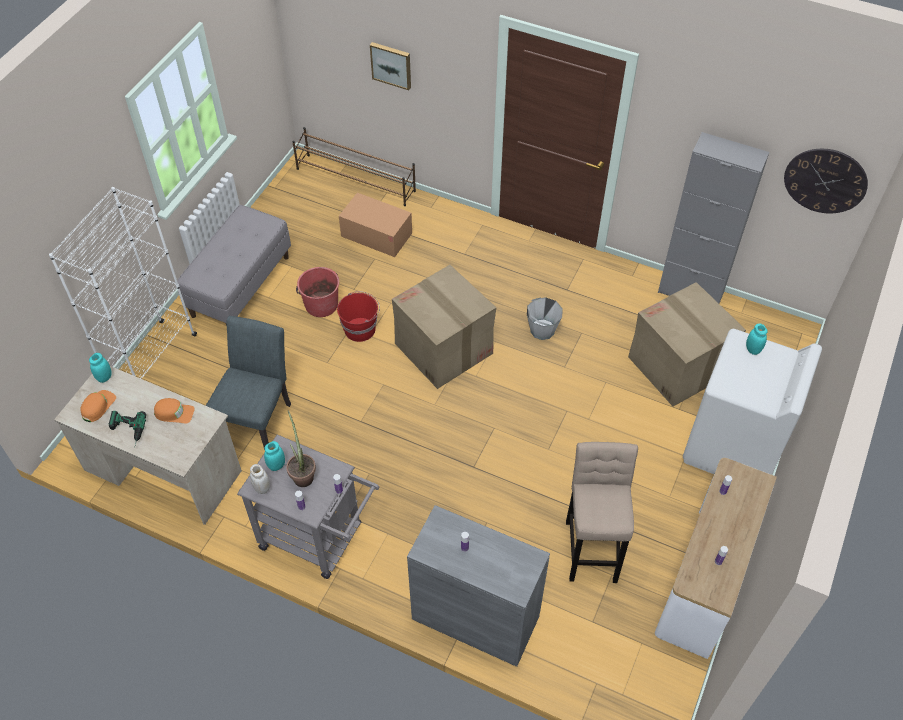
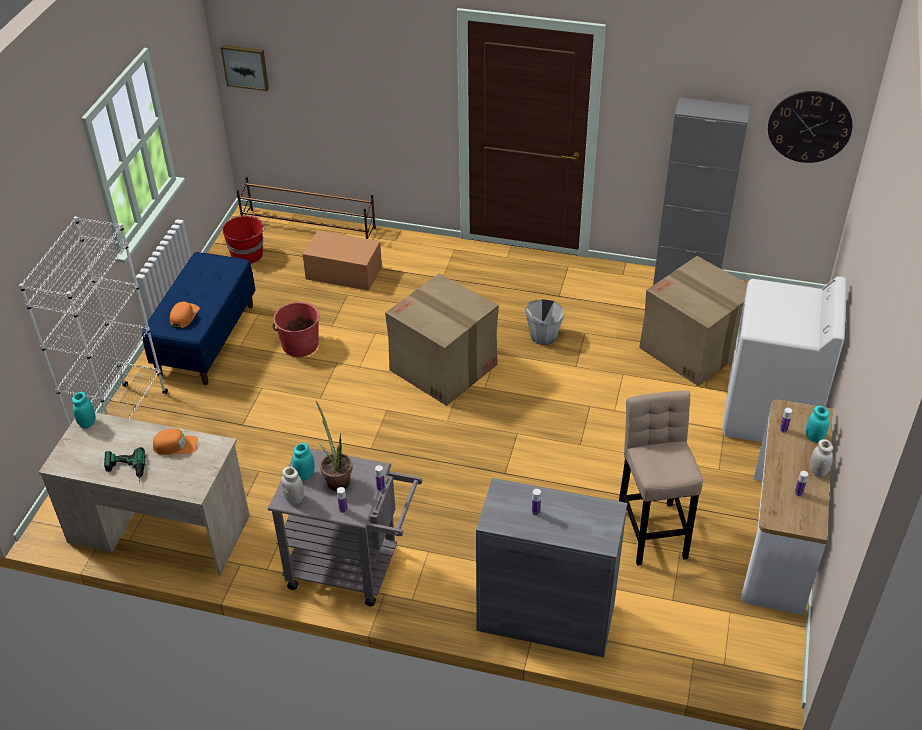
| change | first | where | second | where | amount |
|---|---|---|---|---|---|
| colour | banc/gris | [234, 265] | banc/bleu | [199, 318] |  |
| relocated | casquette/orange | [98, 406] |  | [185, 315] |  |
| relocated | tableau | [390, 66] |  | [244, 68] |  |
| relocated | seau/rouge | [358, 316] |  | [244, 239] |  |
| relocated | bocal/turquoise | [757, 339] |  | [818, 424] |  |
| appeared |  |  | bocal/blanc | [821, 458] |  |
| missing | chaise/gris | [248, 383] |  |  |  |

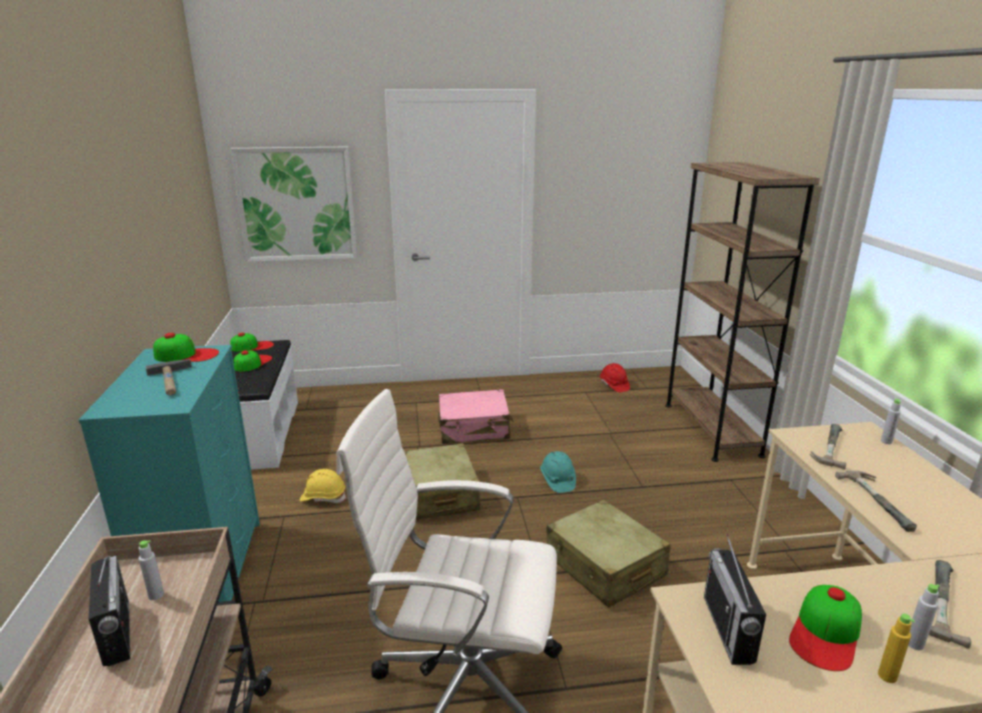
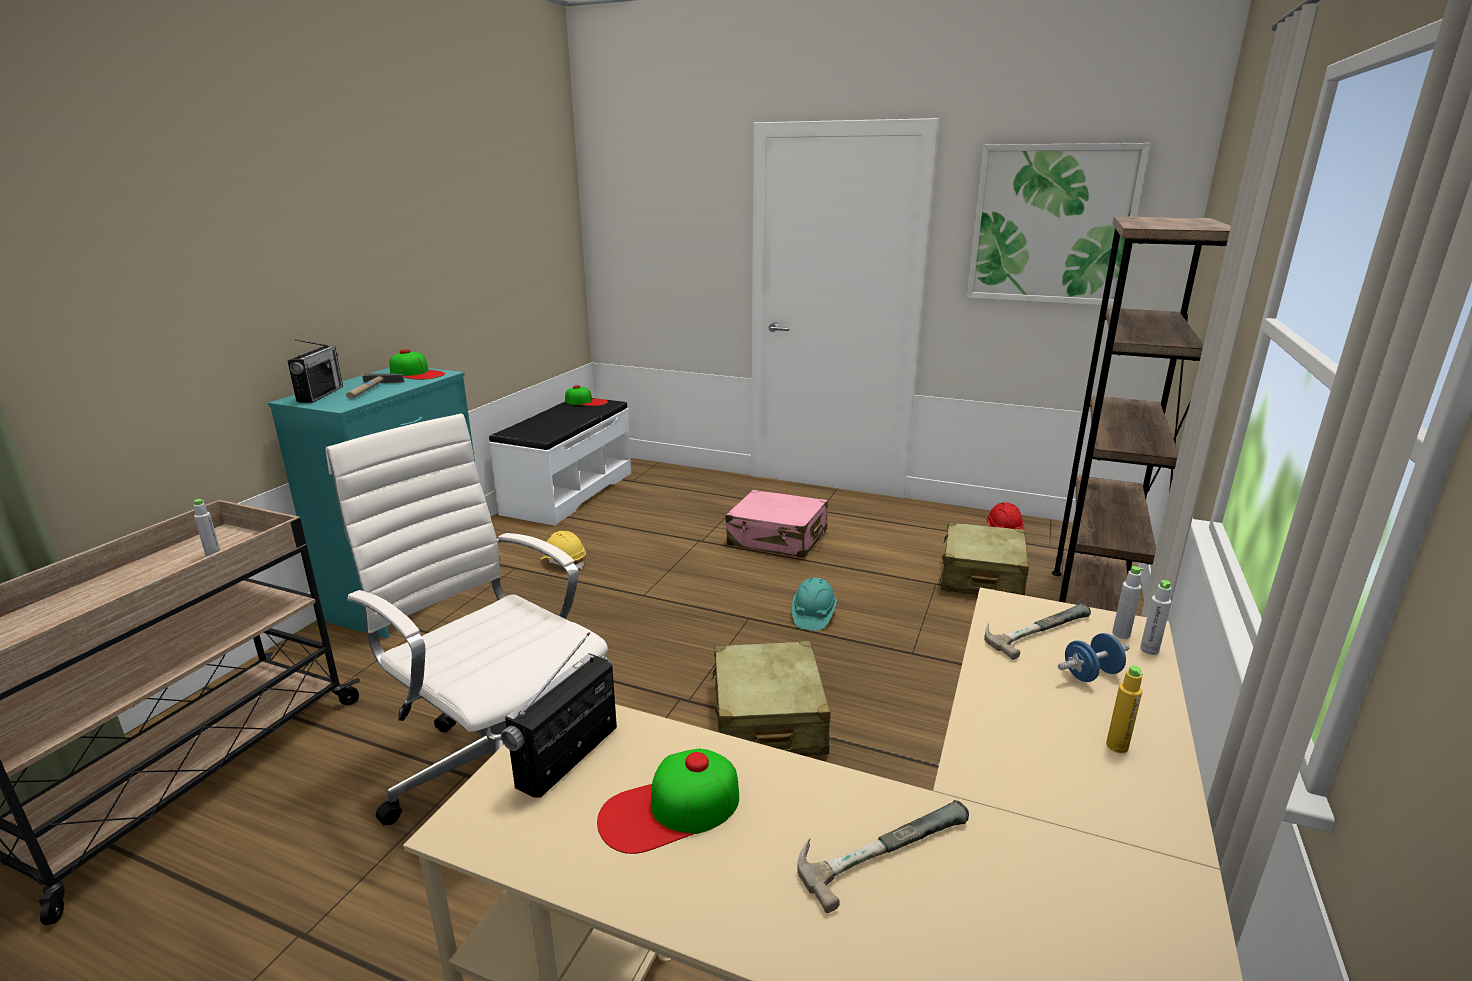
| change | first | where | second | where | amount |
|---|---|---|---|---|---|
| relocated | radio | [109, 610] |  | [315, 371] |  |
| relocated | valise/beige | [442, 481] |  | [985, 558] |  |
| relocated | tableau | [293, 204] |  | [1058, 224] |  |
| appeared |  |  | haltère/bleu | [1094, 657] |  |
| relocated | bouteille/jaune | [896, 648] |  | [1124, 709] |  |
| relocated | bouteille/gris | [924, 617] |  | [1128, 602] |  |
| missing | casquette | [253, 361] |  |  |  |
| missing | marteau | [876, 501] |  |  |  |

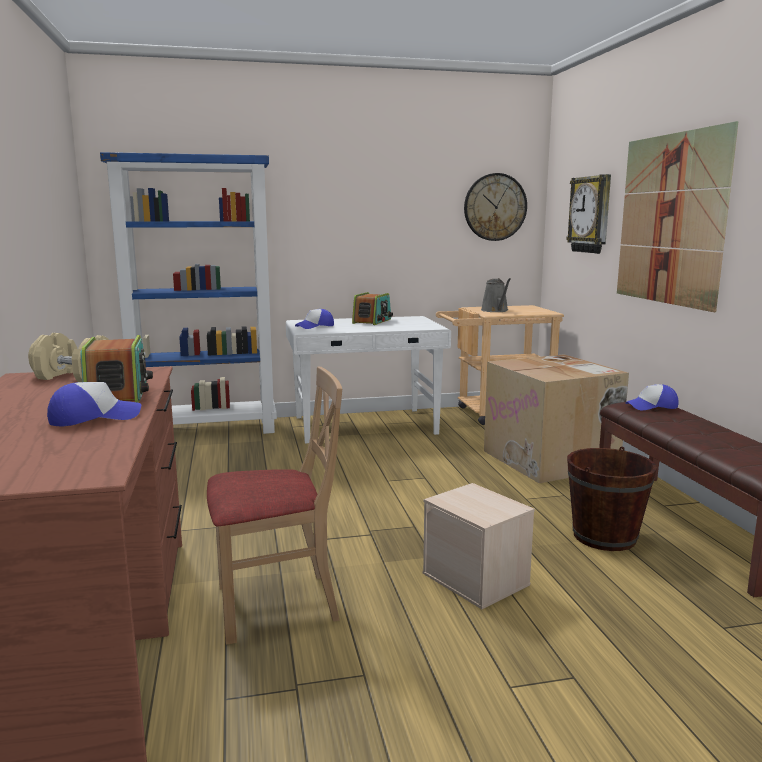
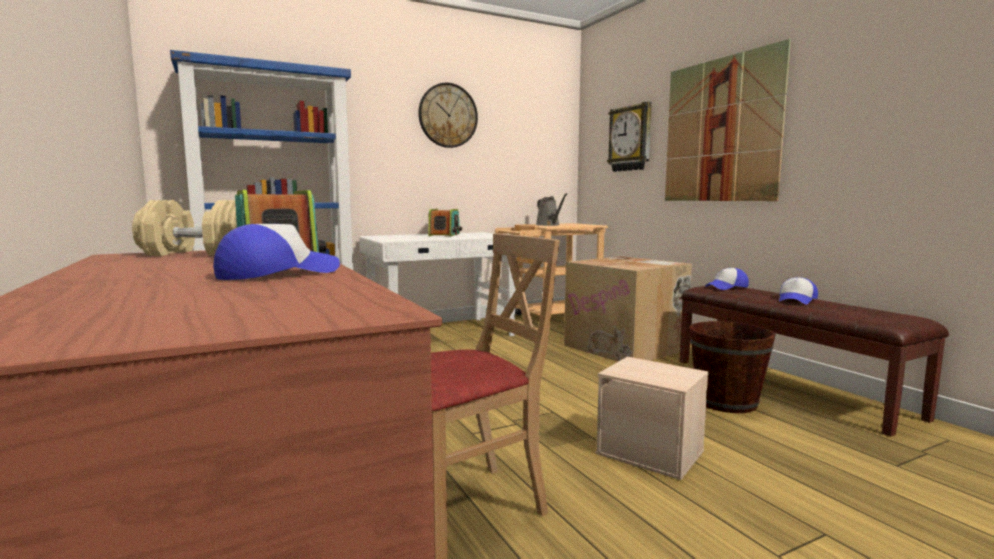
| change | first | where | second | where | amount |
|---|---|---|---|---|---|
| relocated | horloge murale | [495, 207] |  | [448, 115] |  |
| relocated | casquette | [314, 319] |  | [798, 291] |  |

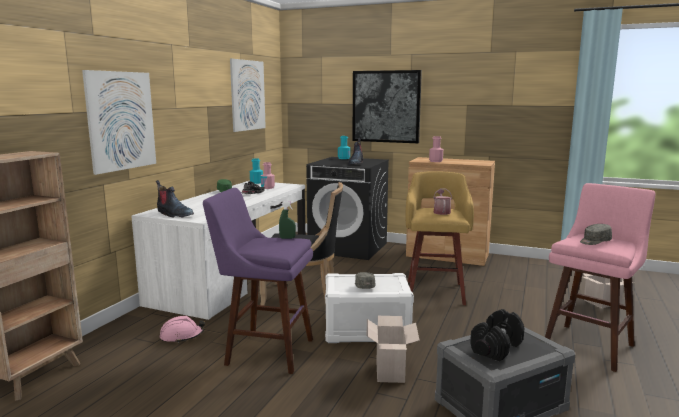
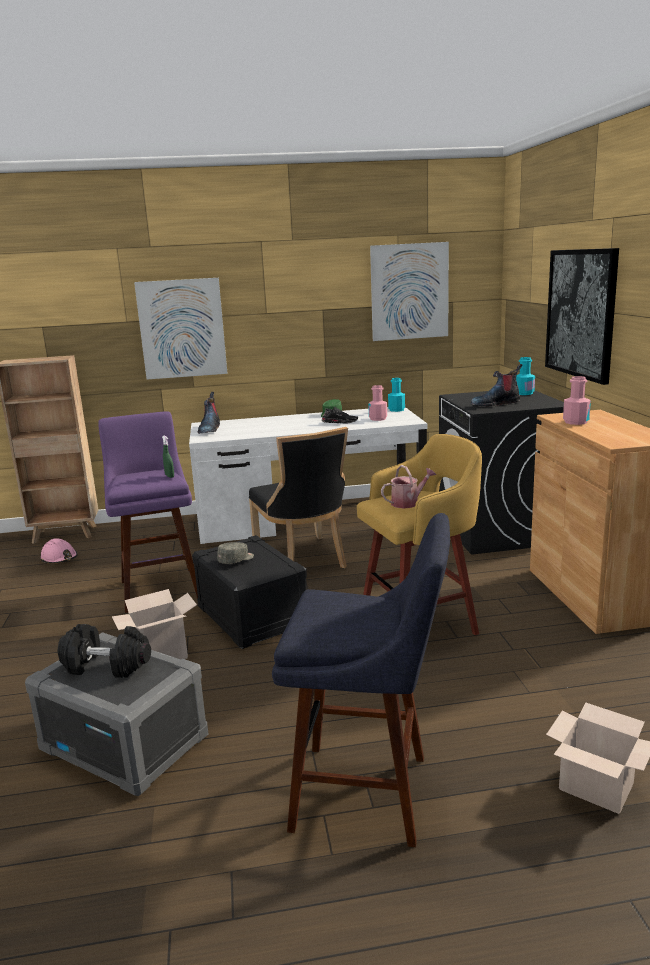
| change | first | where | second | where | amount |
|---|---|---|---|---|---|
| relocated | casque de chantier/rose | [182, 329] |  | [59, 551] |  |
| colour | boîte de rangement/blanc | [369, 308] | boîte de rangement/noir | [249, 592] |  |
| colour | tabouret/rose | [600, 277] | tabouret/bleu | [361, 680] |  |
| missing | casquette/gris | [596, 234] |  |  |  |

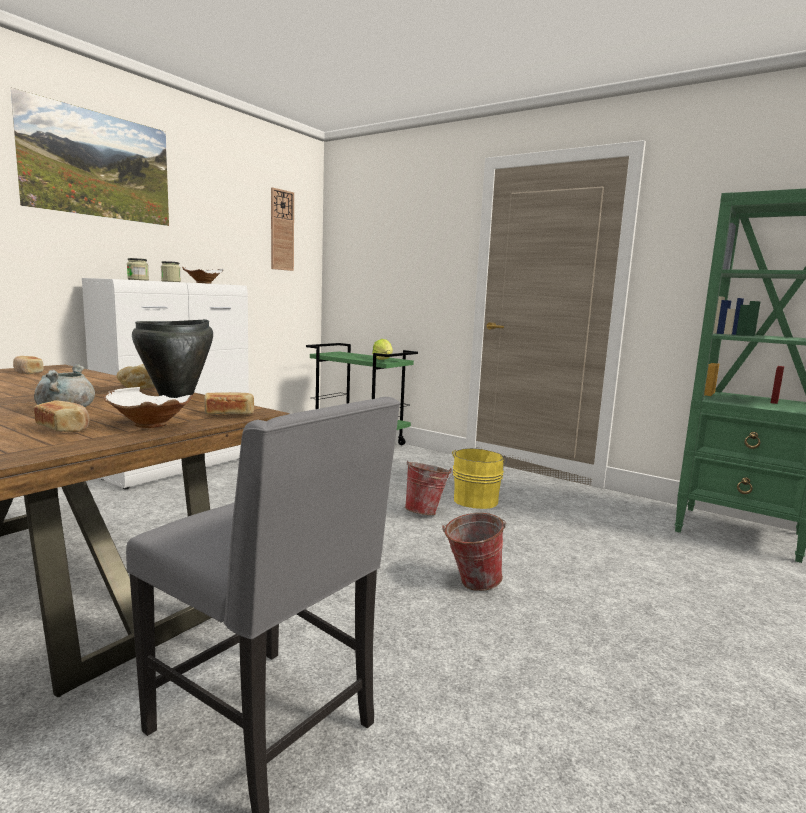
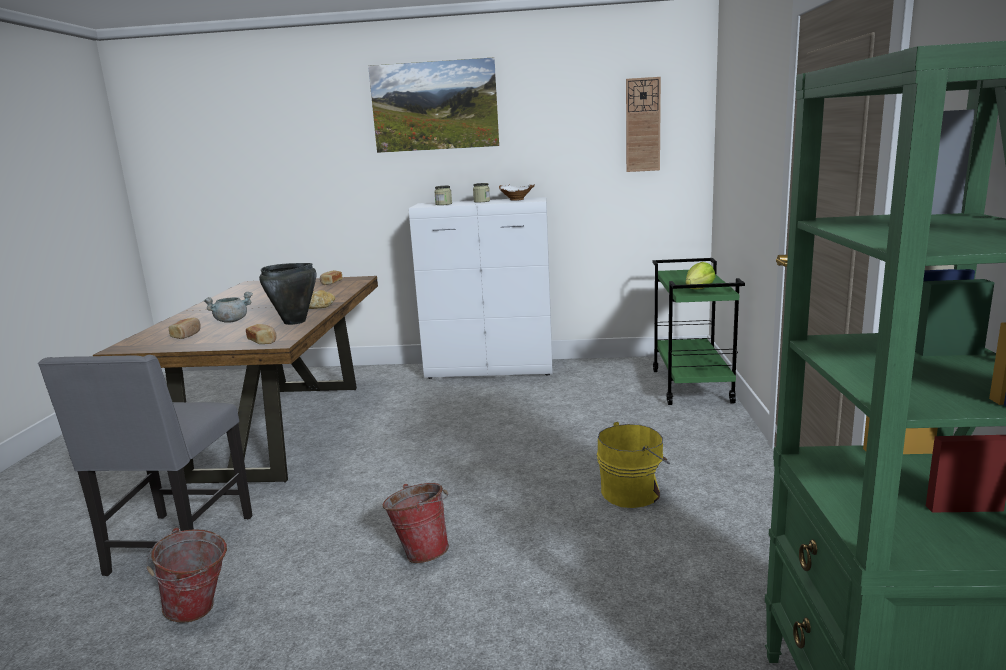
| change | first | where | second | where | amount |
|---|---|---|---|---|---|
| relocated | seau | [429, 488] |  | [186, 575] |  |
| missing | bol/blanc | [148, 407] |  |  |  |

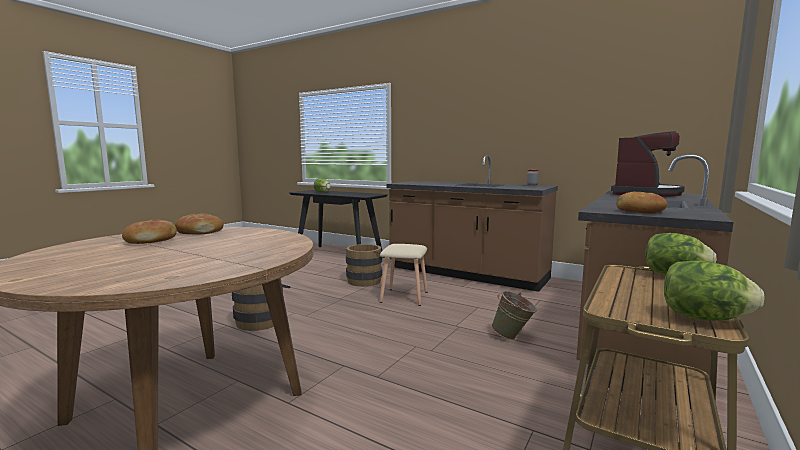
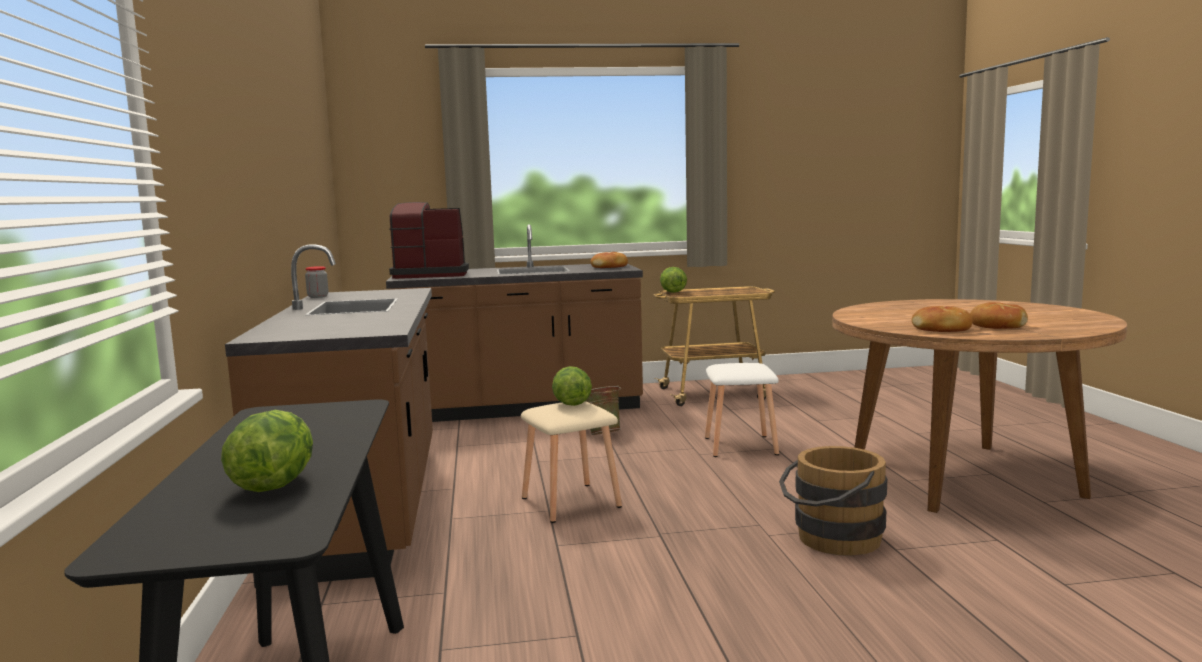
| change | first | where | second | where | amount |
|---|---|---|---|---|---|
| relocated | laitue | [714, 290] |  | [572, 386] |  |
| appeared |  |  | tabouret/blanc | [742, 410] |  |
| missing | seau/marron | [365, 265] |  |  |  |

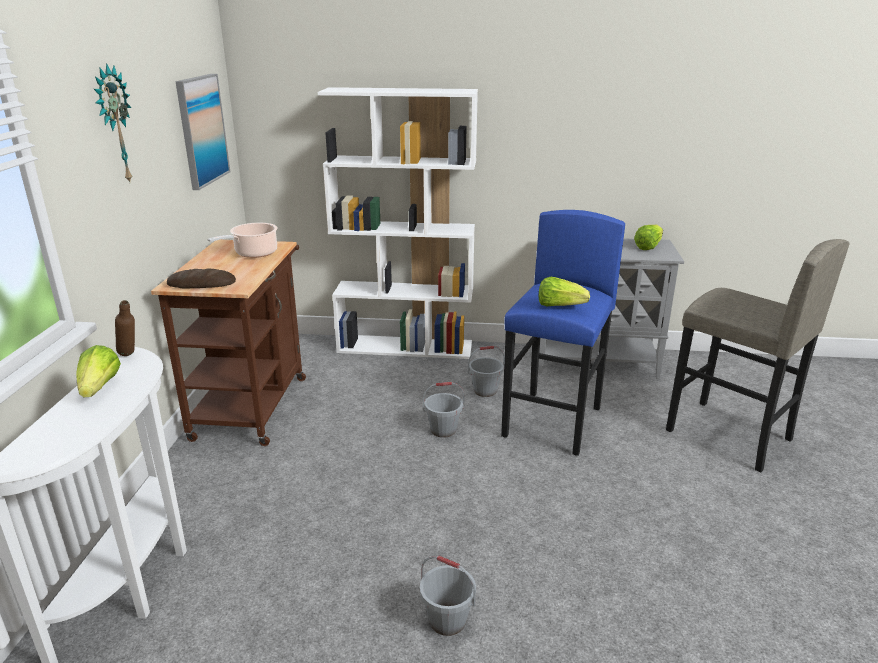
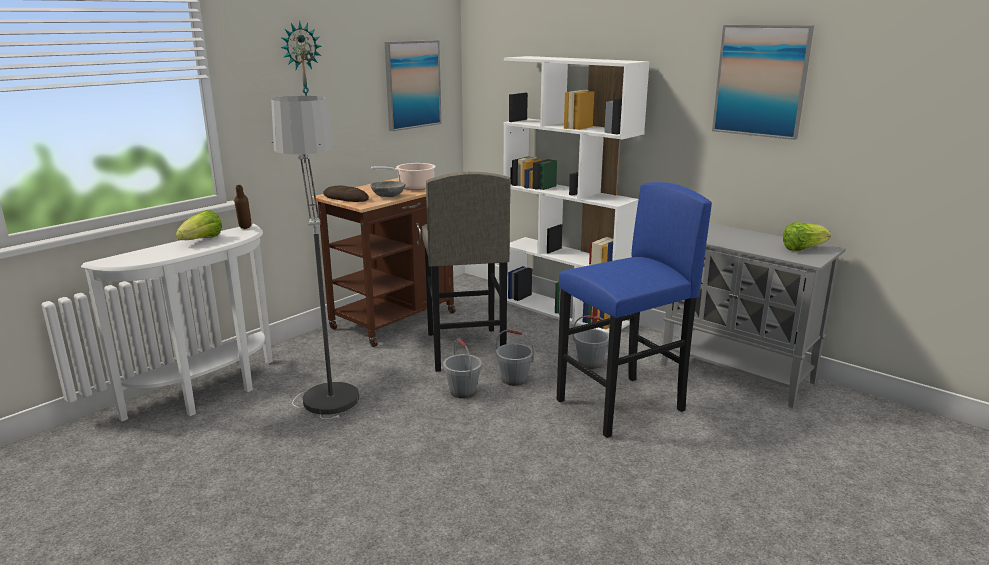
| change | first | where | second | where | amount |
|---|---|---|---|---|---|
| appeared |  |  | lampadaire | [315, 257] |  |
| appeared |  |  | bol/gris | [388, 189] |  |
| relocated | tabouret/gris | [758, 355] |  | [466, 272] |  |
| relocated | seau/gris | [448, 596] |  | [462, 368] |  |
| appeared |  |  | tableau | [763, 82] |  |
| missing | laitue | [564, 291] |  |  |  |

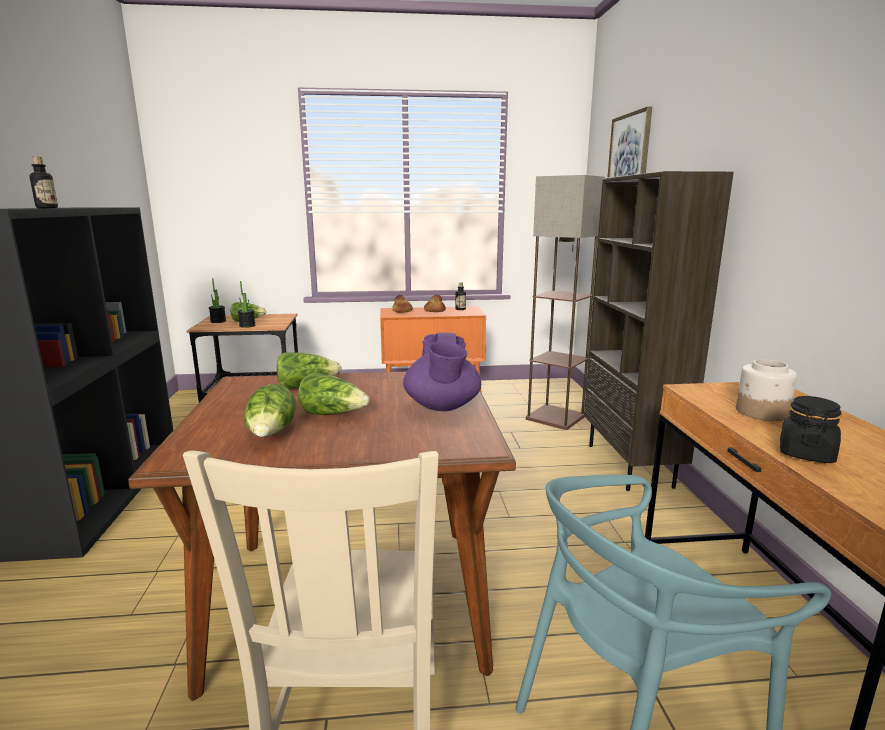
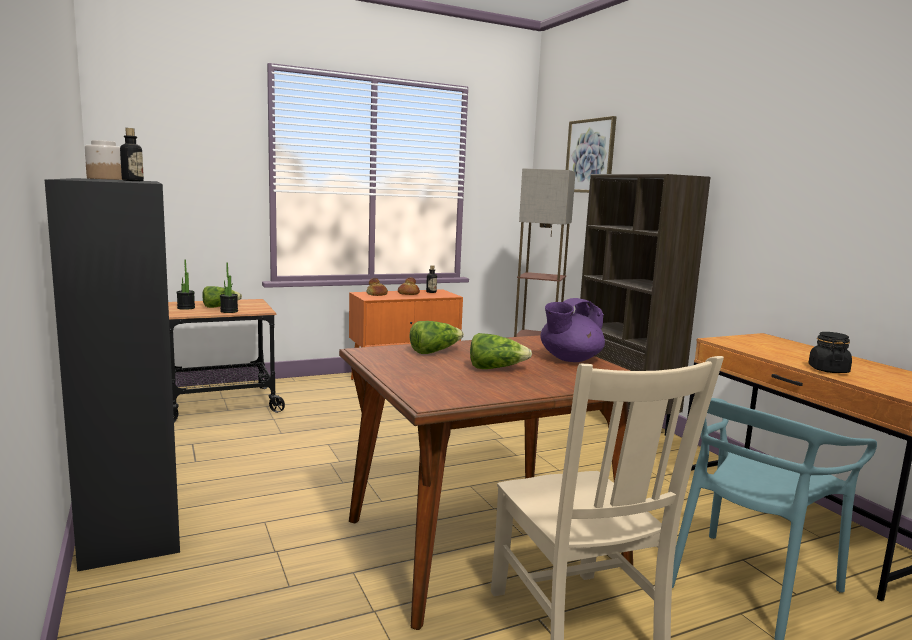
| change | first | where | second | where | amount |
|---|---|---|---|---|---|
| relocated | bocal | [766, 390] |  | [103, 160] |  |
| spun | théière/violet | [442, 371] |  | [572, 330] | 75 degrees clockwise |
| missing | laitue | [270, 410] |  |  |  |

